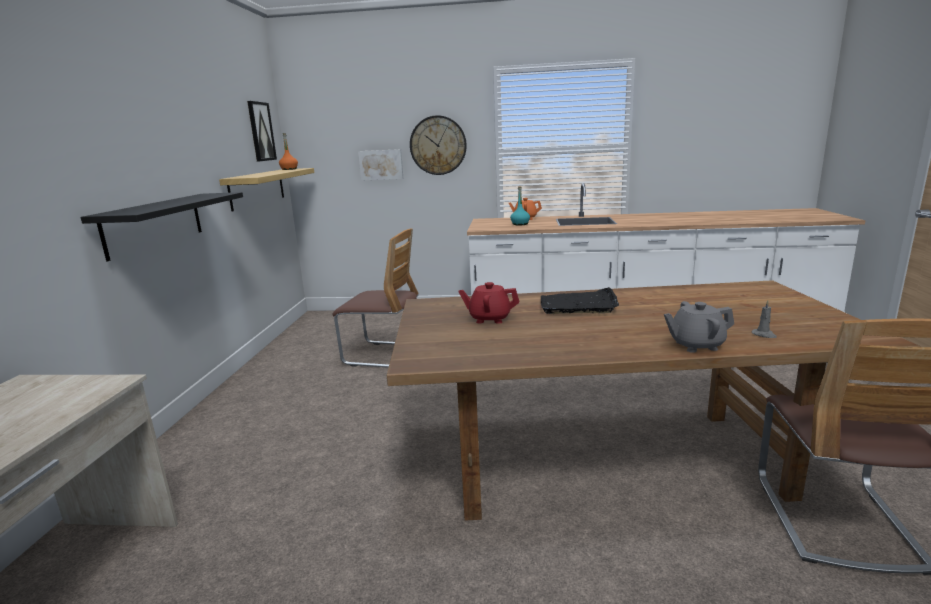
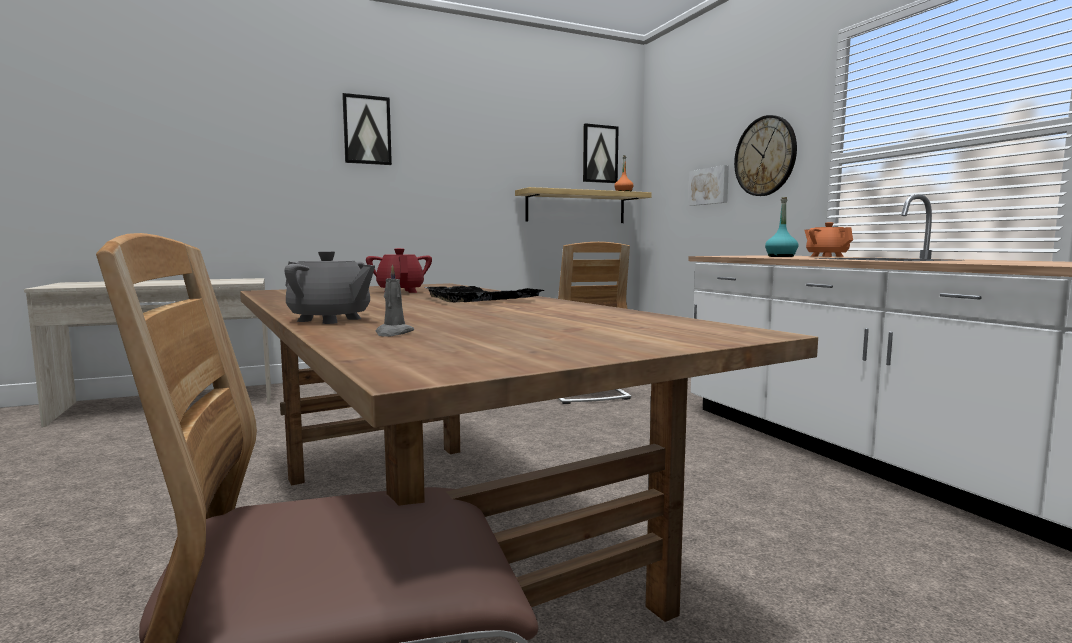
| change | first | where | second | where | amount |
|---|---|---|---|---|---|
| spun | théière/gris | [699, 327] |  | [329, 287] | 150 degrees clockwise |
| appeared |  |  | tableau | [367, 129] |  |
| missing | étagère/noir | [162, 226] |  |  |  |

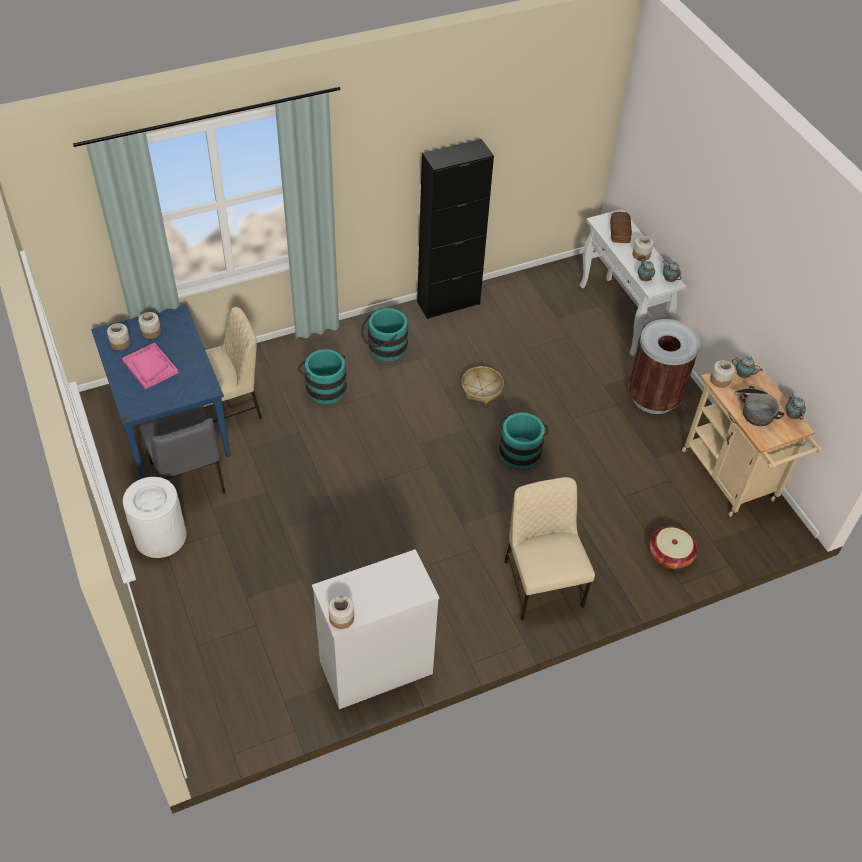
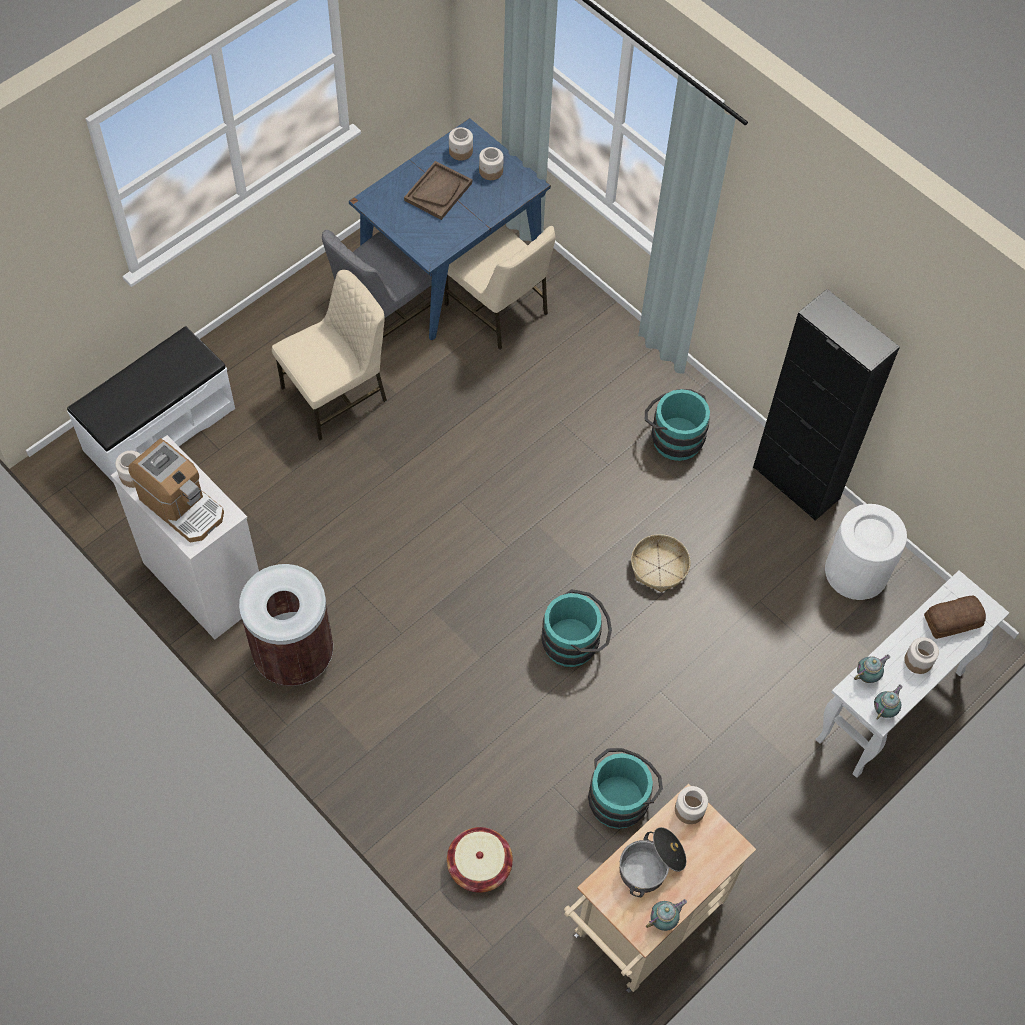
| change | first | where | second | where | amount |
|---|---|---|---|---|---|
| appeared |  |  | banc/blanc | [151, 404] |  |
| appeared |  |  | machine à café | [176, 490] |  |
| relocated | poubelle/marron | [664, 366] |  | [286, 625] |  |
| relocated | chaise/beige | [549, 549] |  | [329, 355] |  |
| colour | plateau/rose | [150, 365] | plateau/marron | [438, 190] |  |
| relocated | seau/turquoise | [322, 376] |  | [625, 788] |  |
| relocated | poubelle/blanc | [155, 517] |  | [866, 552] |  |
| missing | théière | [747, 367] |  |  |  |

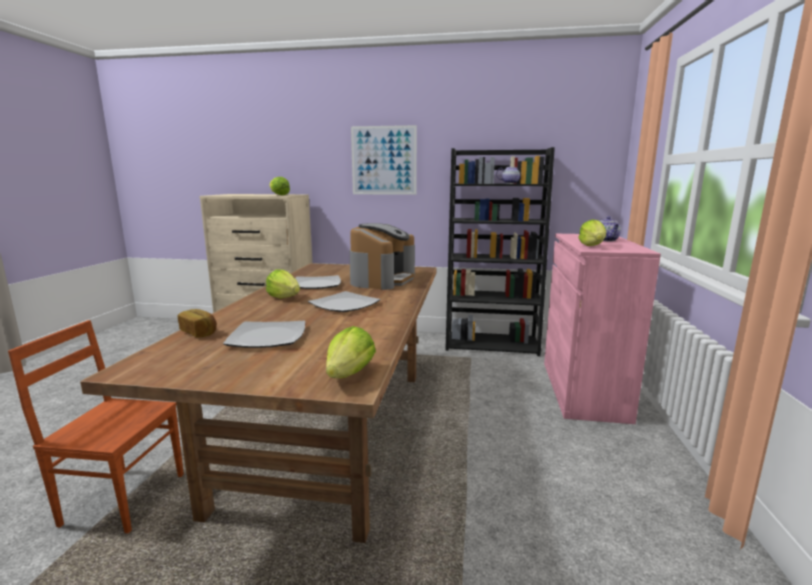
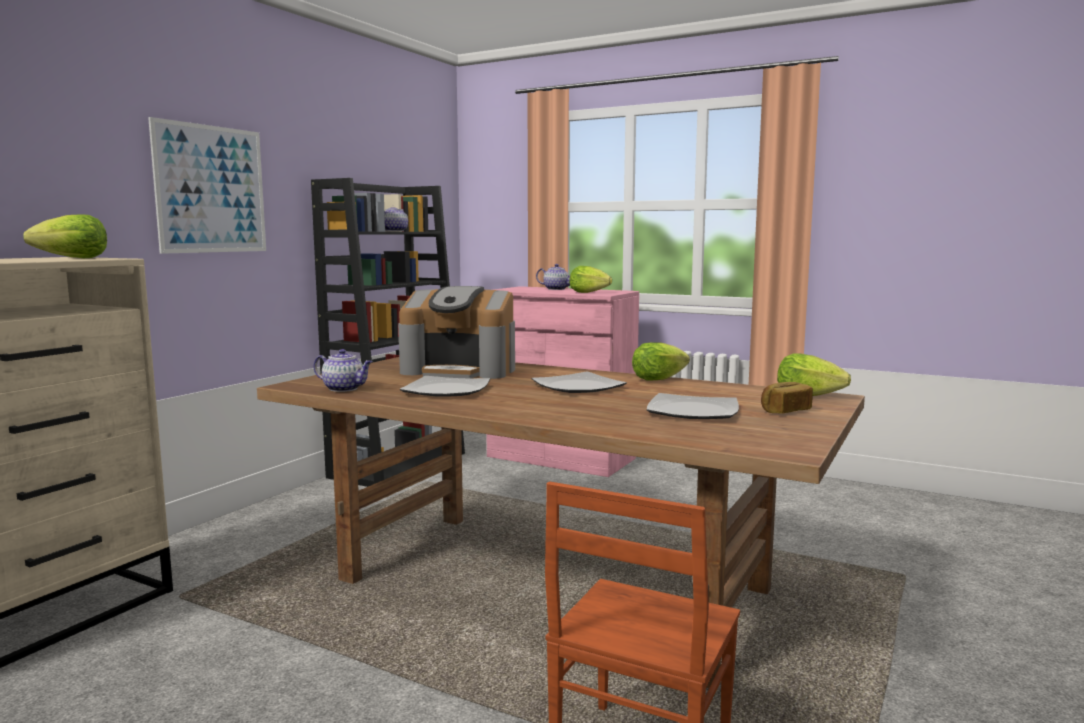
| change | first | where | second | where | amount |
|---|---|---|---|---|---|
| appeared |  |  | théière | [343, 370] |  |
| spun | machine à café | [382, 256] |  | [456, 332] | 150 degrees clockwise |
| relocated | laitue | [283, 284] |  | [661, 361] |  |
| relocated | pain | [197, 323] |  | [787, 398] |  |

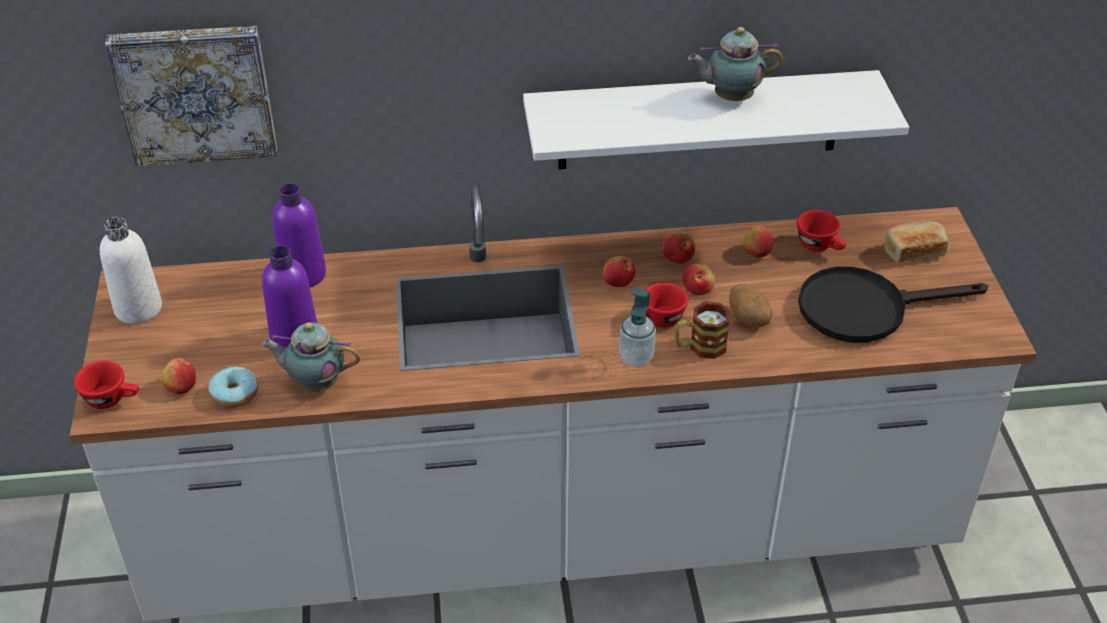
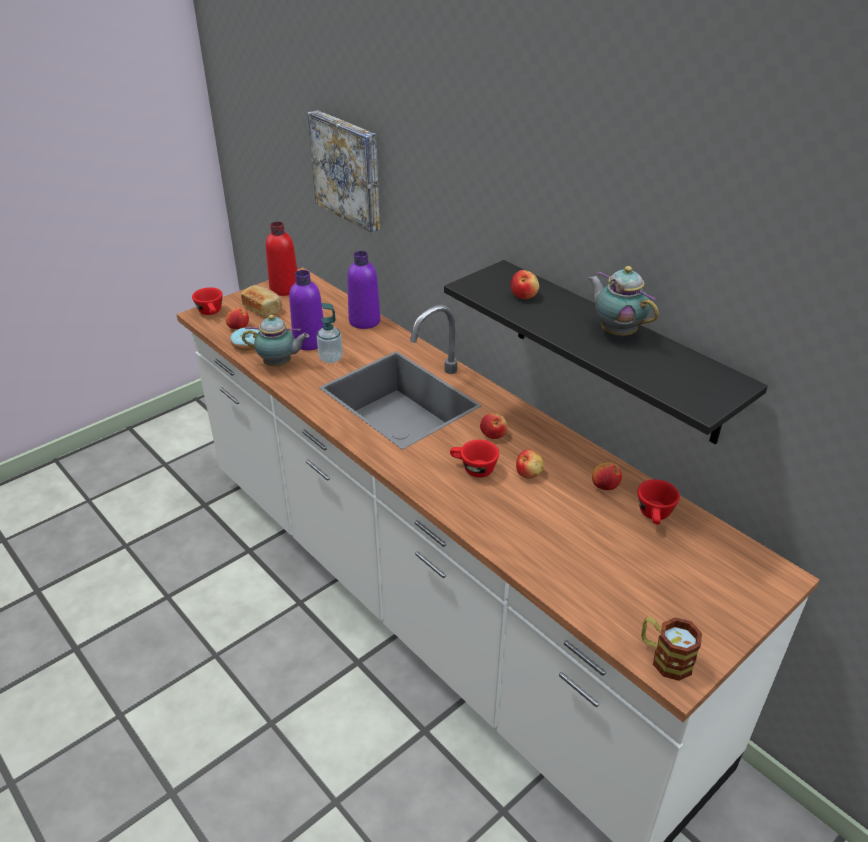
| change | first | where | second | where | amount |
|---|---|---|---|---|---|
| relocated | pain | [916, 242] |  | [261, 300] |  |
| spun | théière | [311, 357] |  | [275, 341] | 120 degrees clockwise |
| colour | bouteille/blanc | [131, 270] | bouteille/rouge | [282, 259] |  |
| relocated | distributeur de savon | [637, 327] |  | [330, 333] |  |
| colour | étagère/blanc | [716, 119] | étagère/noir | [606, 352] |  |
| relocated | pomme | [678, 248] |  | [525, 284] |  |
| relocated | mug | [703, 330] |  | [671, 649] |  |
| missing | pomme de terre | [751, 305] |  |  |  |
| missing | poêle/noir | [893, 304] |  |  |  |

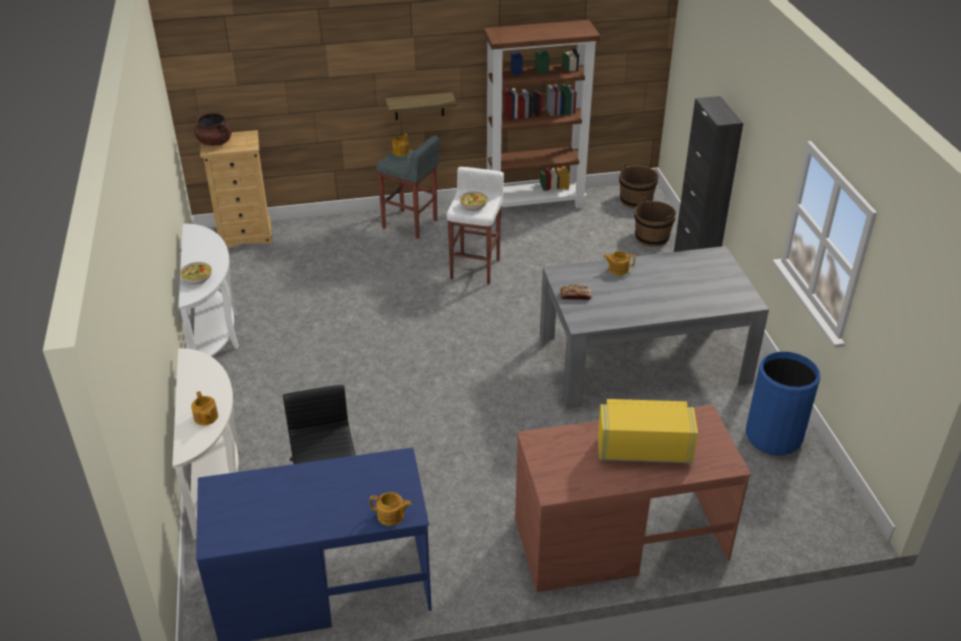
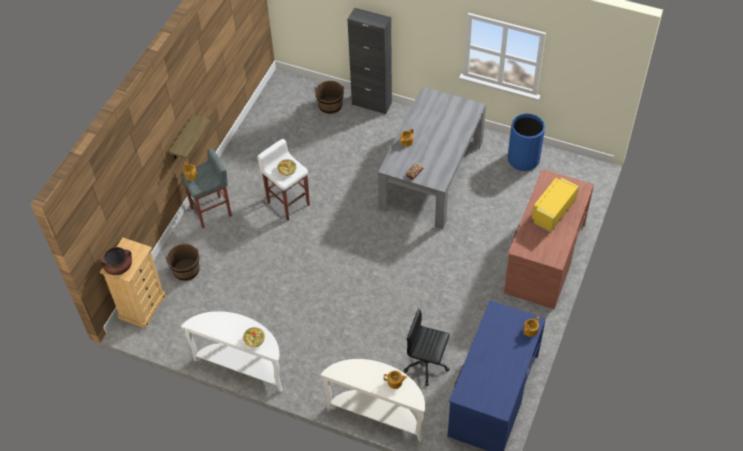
| change | first | where | second | where | amount |
|---|---|---|---|---|---|
| relocated | seau/marron | [639, 186] |  | [182, 262] |  |
| missing | bibliothèque/marron | [542, 114] |  |  |  |

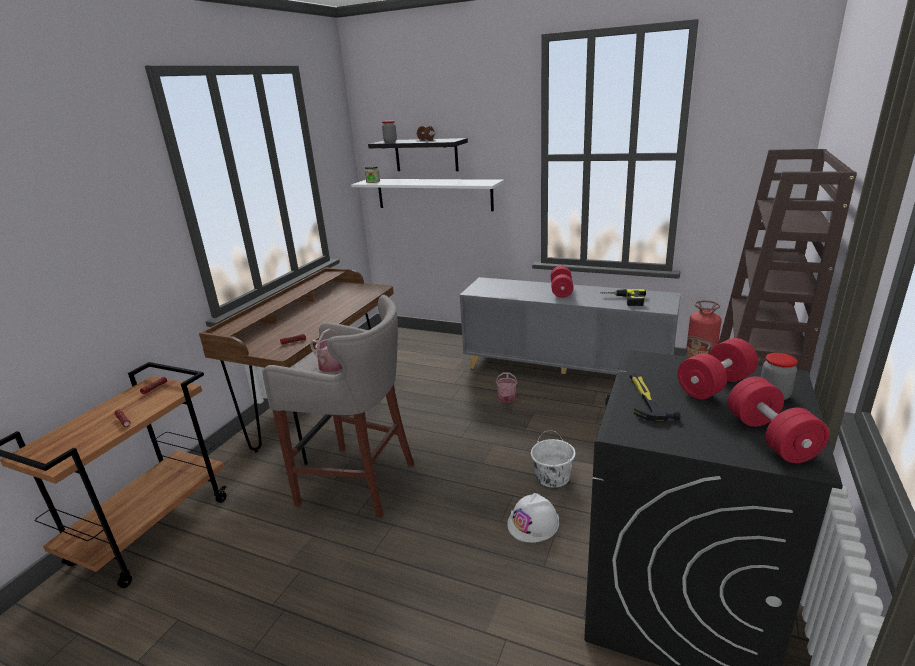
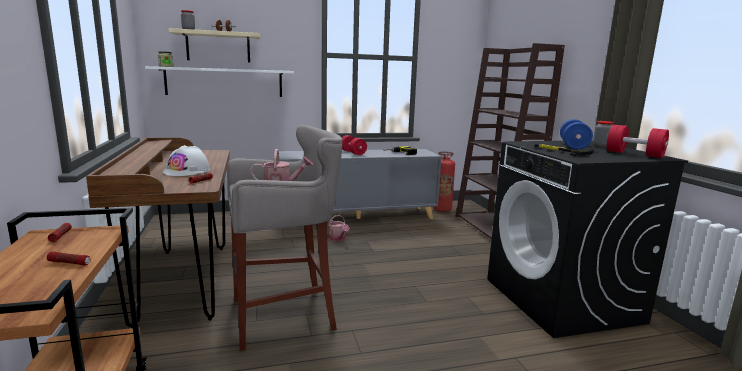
| change | first | where | second | where | amount |
|---|---|---|---|---|---|
| relocated | casque de chantier/blanc | [533, 518] |  | [186, 160] |  |
| colour | étagère/noir | [418, 154] | étagère/beige | [214, 45] |  |
| colour | haltère/rouge | [718, 368] | haltère/bleu | [576, 134] |  |
| missing | seau/blanc | [553, 459] |  |  |  |

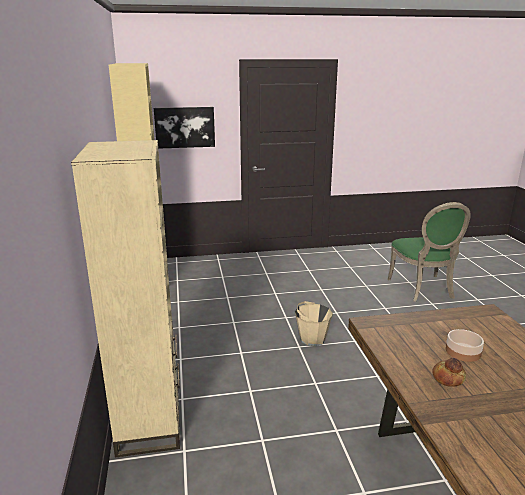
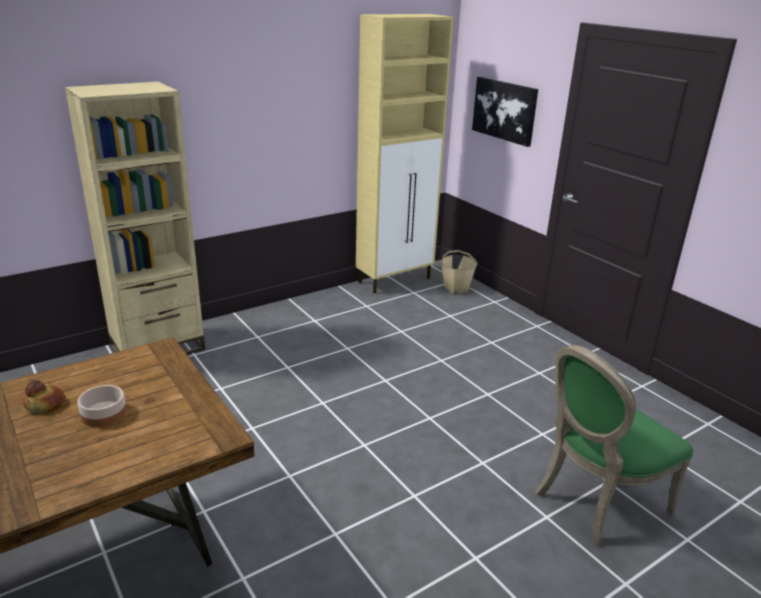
| change | first | where | second | where | amount |
|---|---|---|---|---|---|
| relocated | seau/beige | [314, 323] |  | [459, 272] |  |

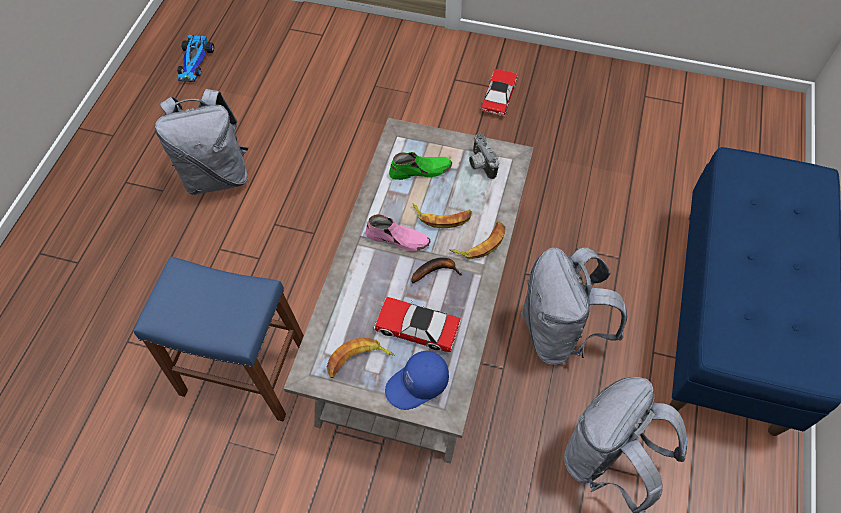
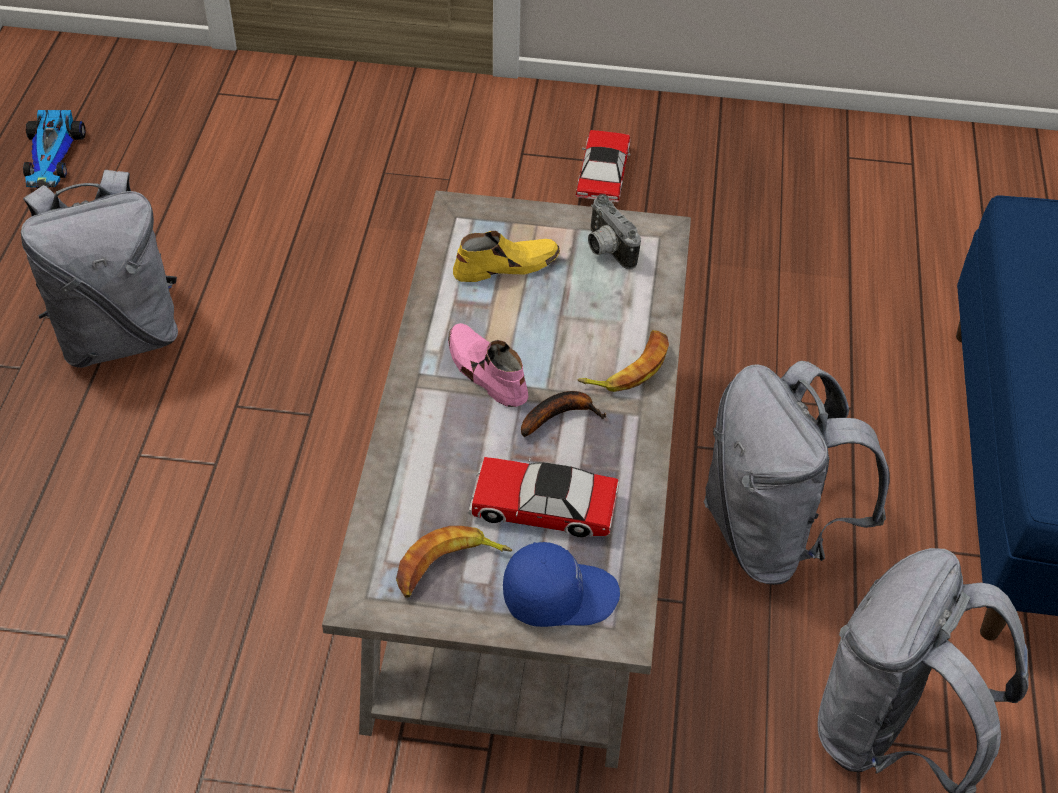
| change | first | where | second | where | amount |
|---|---|---|---|---|---|
| spun | chaussure/rose | [397, 232] |  | [488, 365] | 135 degrees counterclockwise |
| colour | chaussure/vert | [420, 166] | chaussure/jaune | [506, 256] |  |
| spun | casquette/bleu | [417, 380] |  | [561, 584] | 150 degrees counterclockwise |
| missing | tabouret/bleu | [218, 339] |  |  |  |
| missing | banane | [442, 215] |  |  |  |

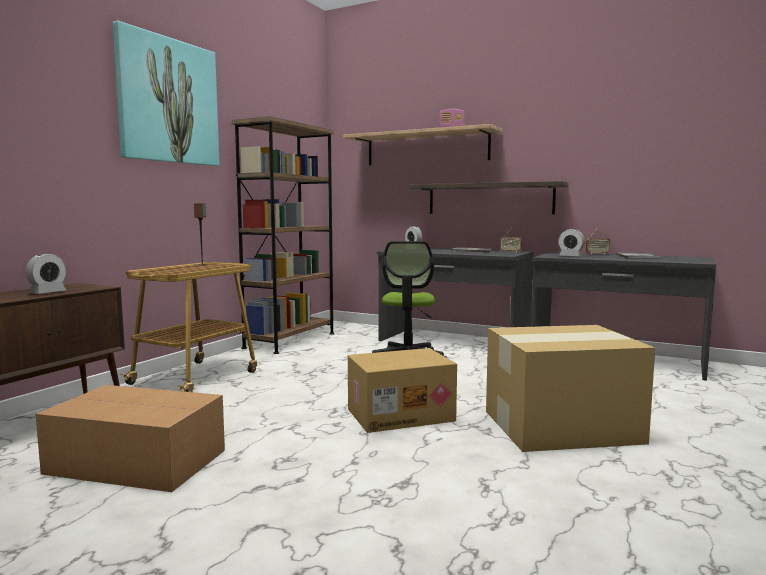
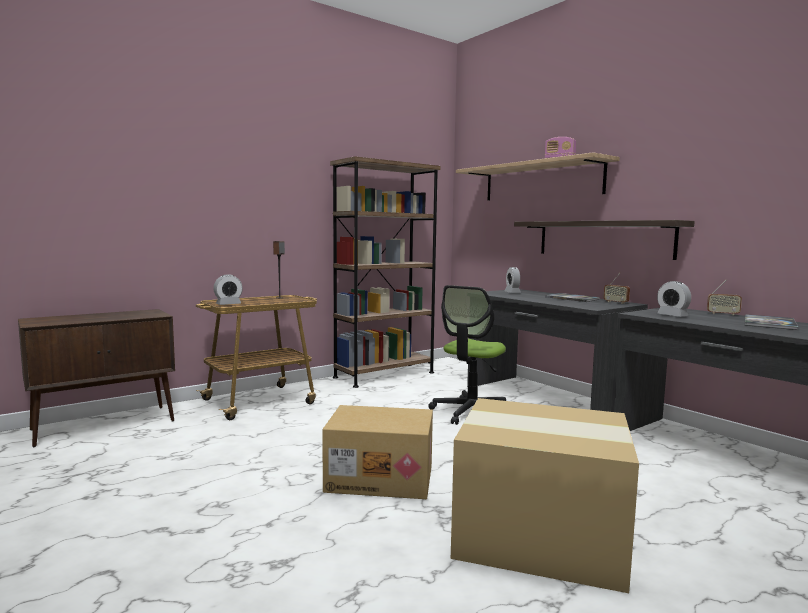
| change | first | where | second | where | amount |
|---|---|---|---|---|---|
| relocated | réveil | [46, 273] |  | [228, 290] |  |
| missing | carton | [130, 438] |  |  |  |
| missing | tableau | [166, 93] |  |  |  |

